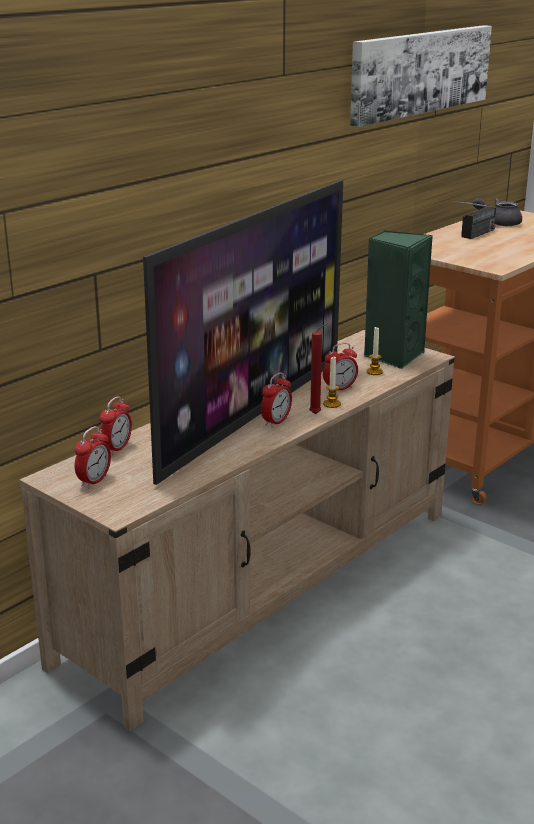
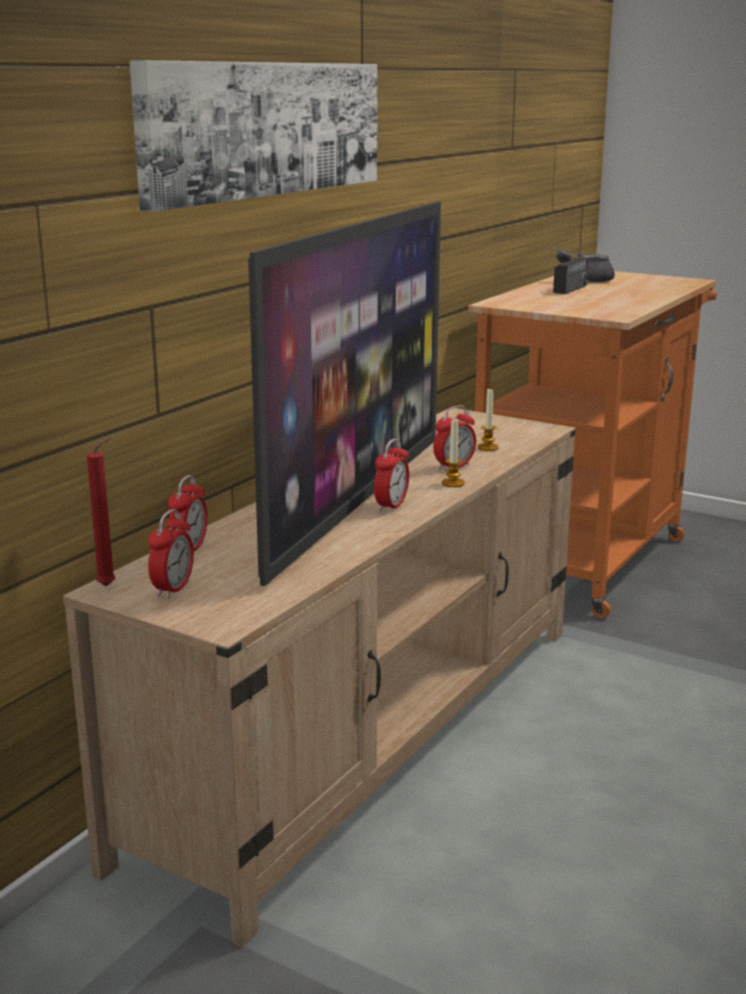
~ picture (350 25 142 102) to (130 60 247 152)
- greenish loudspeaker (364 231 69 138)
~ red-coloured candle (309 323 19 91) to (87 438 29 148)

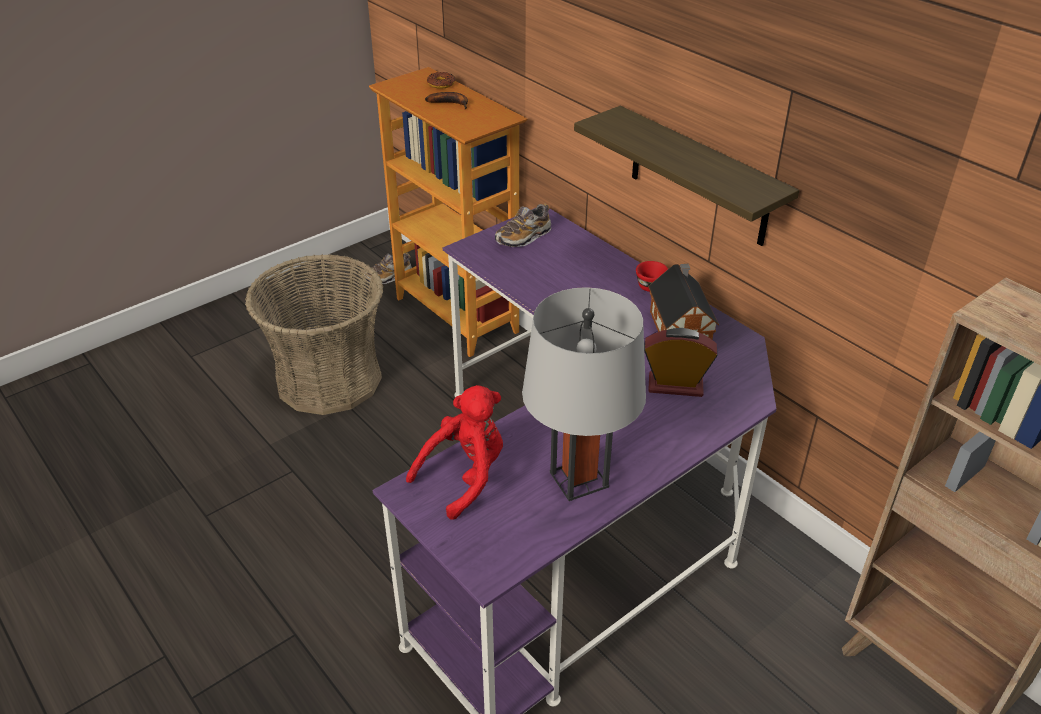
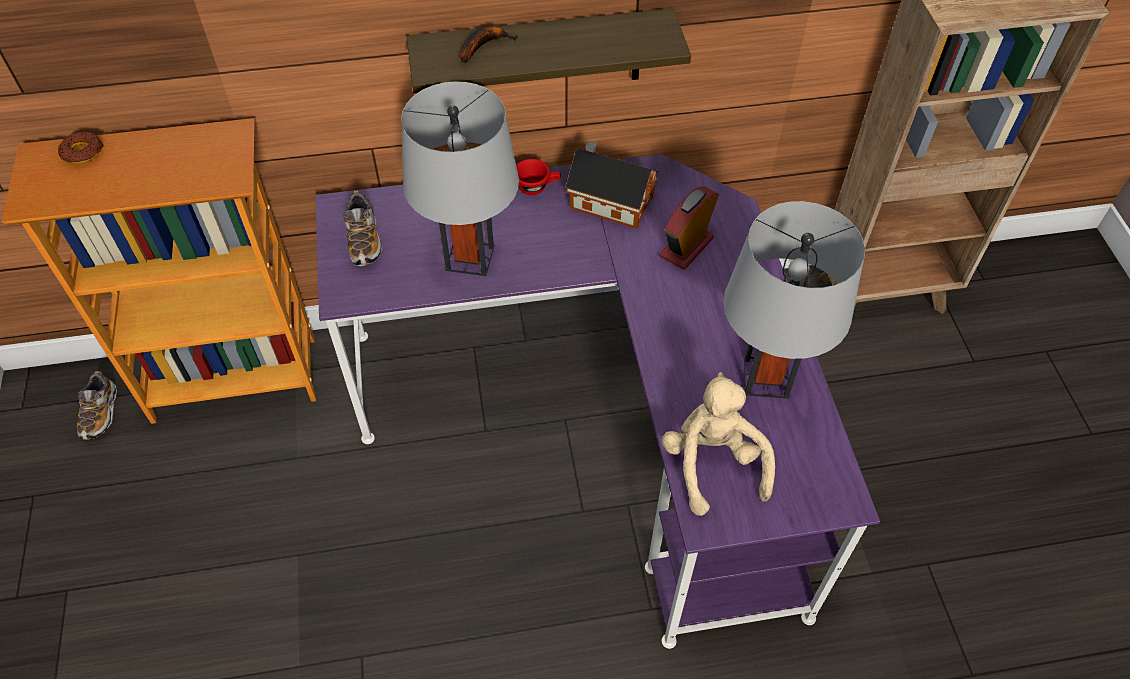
~ banana fruit (425 92 43 17) to (460 25 58 38)
- household basket (245 254 139 161)
~ red-coloured cuddly toy (406 385 97 135) to beige-coloured cuddly toy (662 372 113 144)
+ grey tabletop lamp (401 81 118 195)

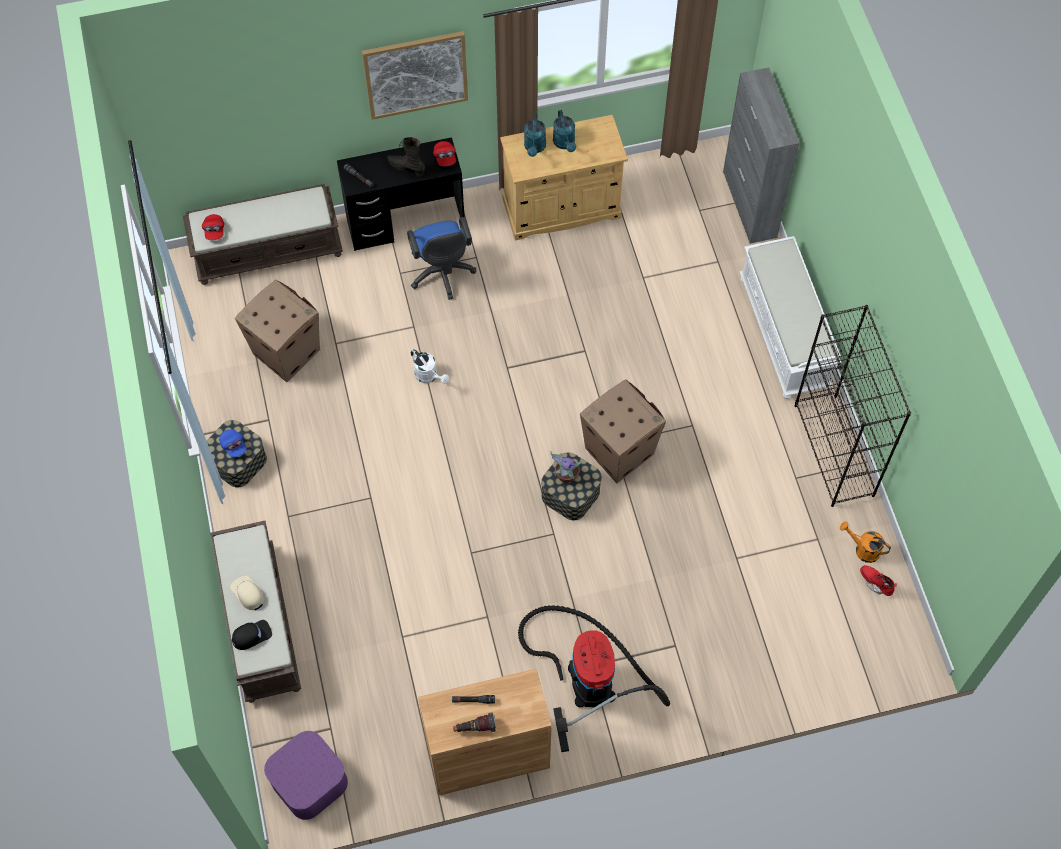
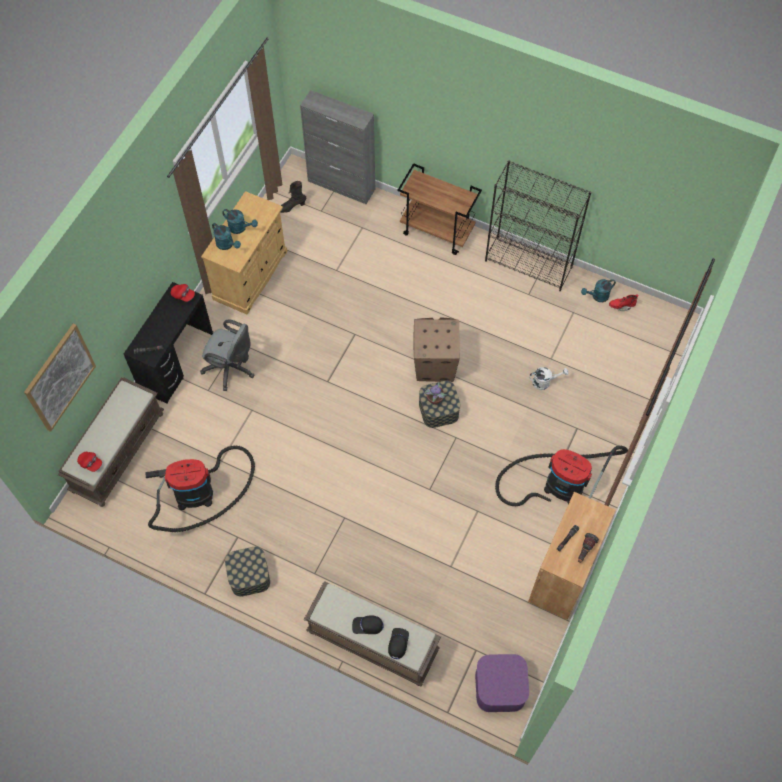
~ picture (362 31 106 89) to (24 324 72 108)
~ black-coloured boot (387 137 38 39) to (280 181 27 32)
~ blue-coloured desk chair (407 217 69 83) to grey desk chair (200 319 54 72)
~ whitish long seat (739 236 103 163) to brownish trolley (397 163 85 92)
~ cardboard box (235 280 85 102) to hoover (145 445 110 87)
~ whitish watering can (411 349 38 35) to (530 367 39 23)
- blue-coloured peaked cap (219 429 28 29)
~ orangey watering can (840 522 51 41) to turquoise-coloured watering can (581 279 35 23)
~ beige-coloured peaked cap (230 576 34 34) to black-coloured peaked cap (352 616 32 18)

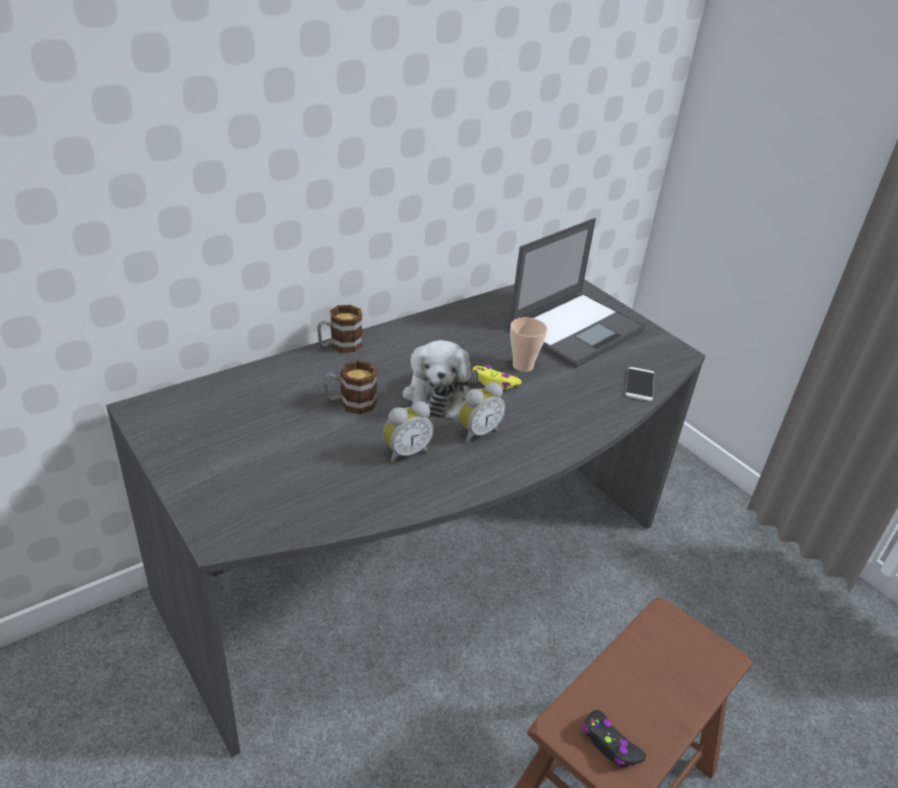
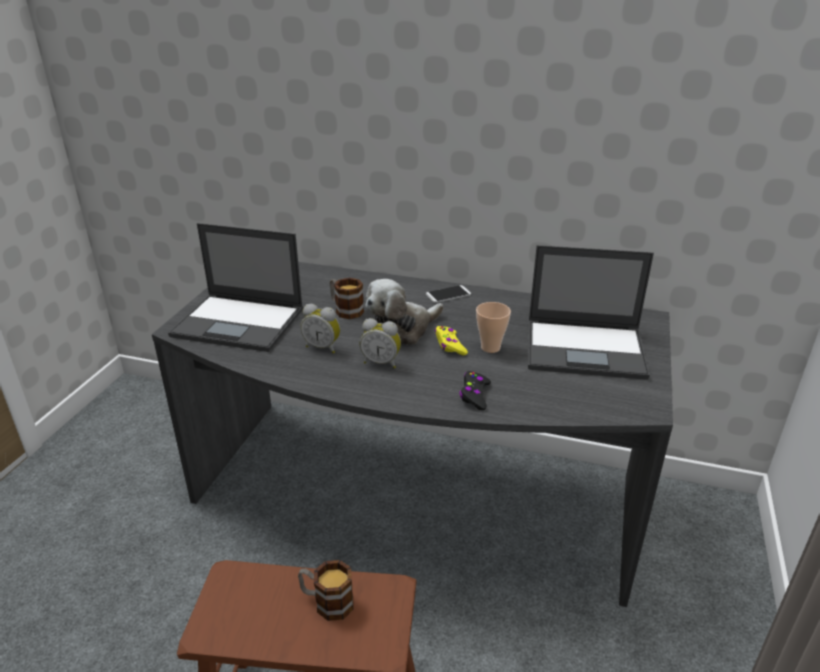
~ coffee mug (317 305 45 48) to (298 560 56 61)
~ phone (625 367 30 34) to (426 285 45 18)
~ black-coloured joypad (583 710 63 57) to (459 371 32 39)
+ portable computer (168 223 135 129)

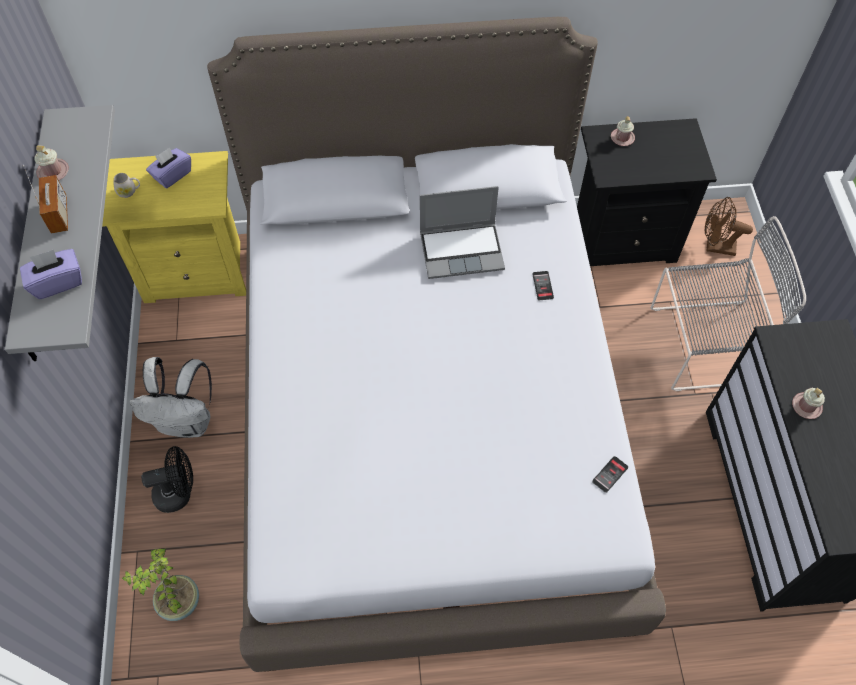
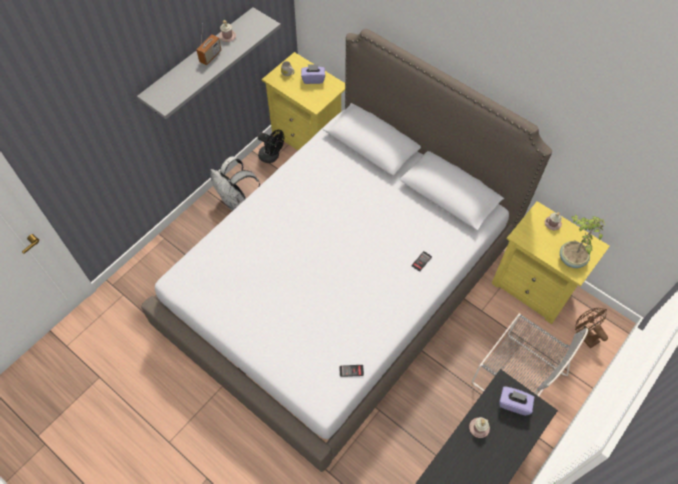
~ black-coloured nightstand (577 118 140 148) to yellowish nightstand (491 201 119 123)
- portable computer (420 186 85 93)
~ purplish tissue box (20 249 62 50) to (499 386 35 30)
~ black-coloured cooling fan (141 446 52 67) to (258 130 26 33)
~ houseplant (122 548 77 73) to (560 215 45 53)

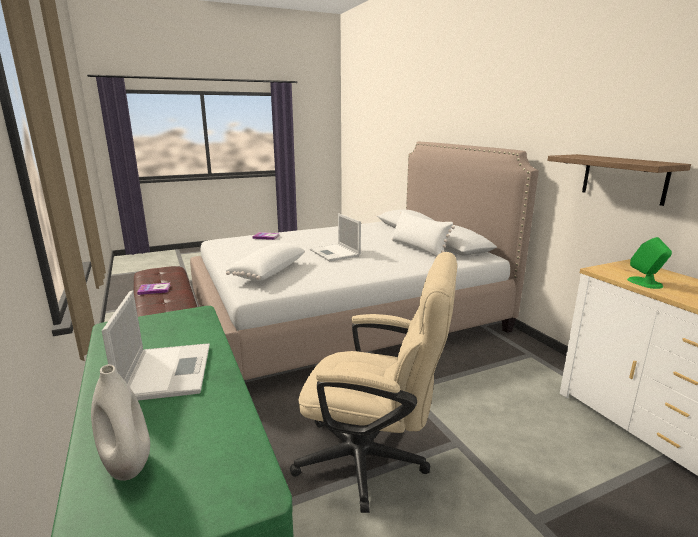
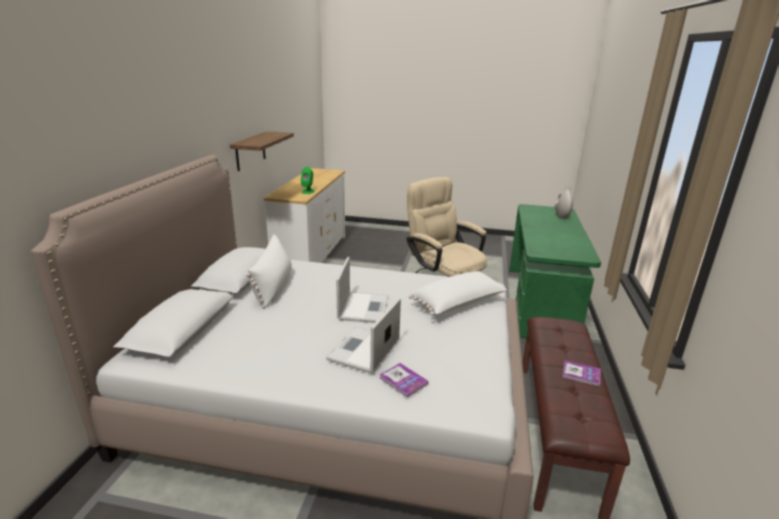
~ portable computer (102 290 108 111) to (326 297 75 76)

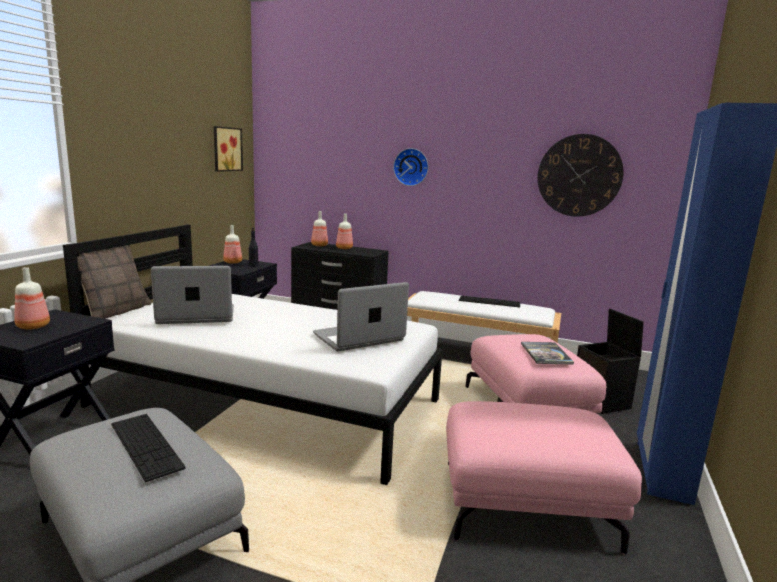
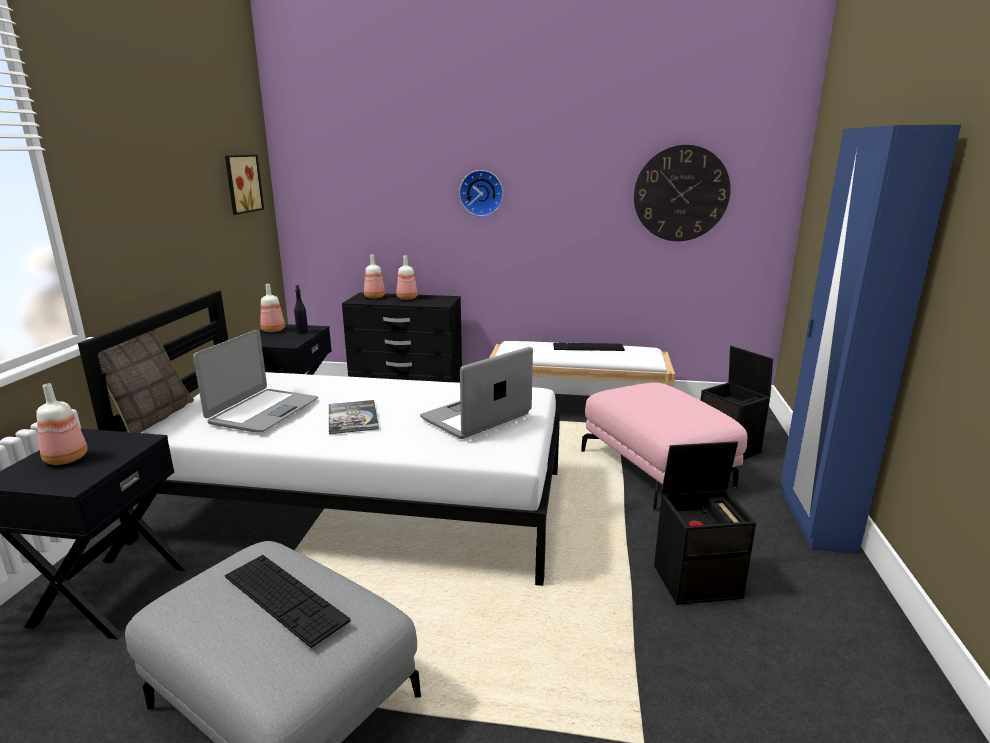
~ portable computer (151 266 83 58) = (193 330 125 102) 135 degrees clockwise
~ book (521 342 53 23) to (329 400 50 34)
~ pinkish ottoman (446 401 196 154) to black-coloured storage container (654 441 102 164)

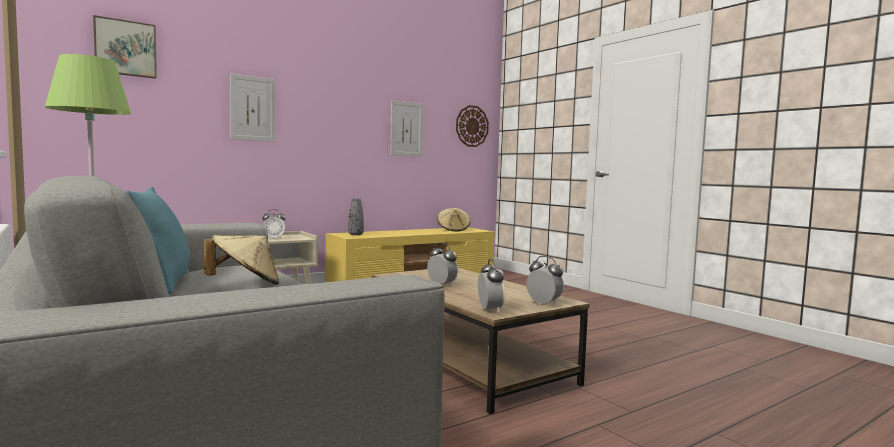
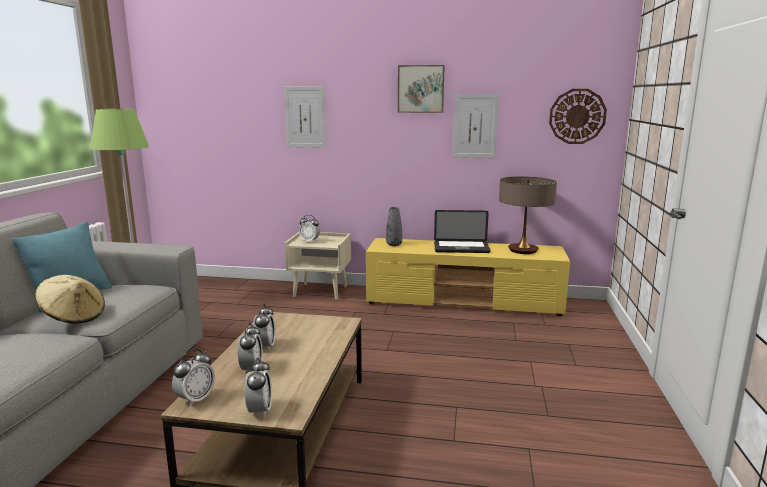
~ picture (93 15 64 63) to (398 65 47 48)
~ beige-coloured hat (437 208 34 24) to tabletop lamp (499 177 58 77)
+ portable computer (434 210 56 43)
+ bedside clock (238 323 25 47)

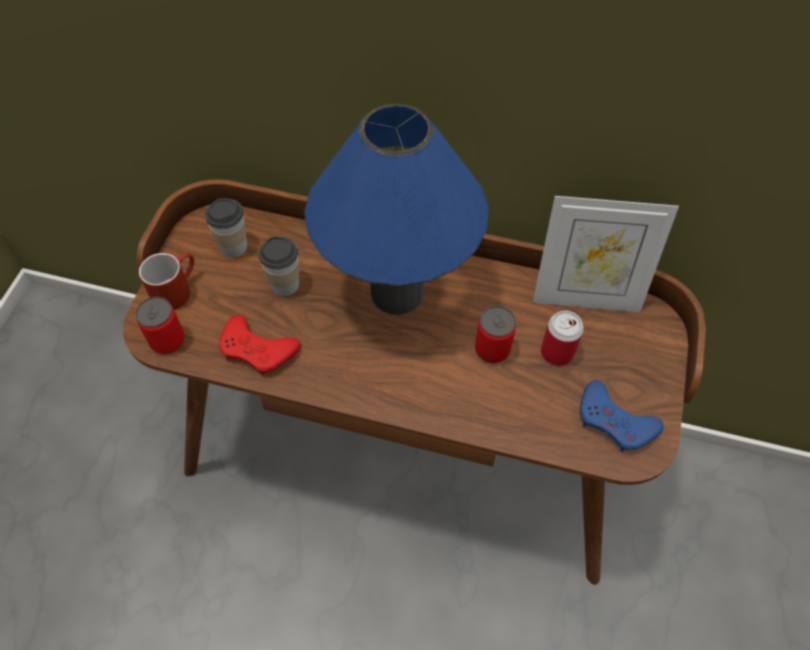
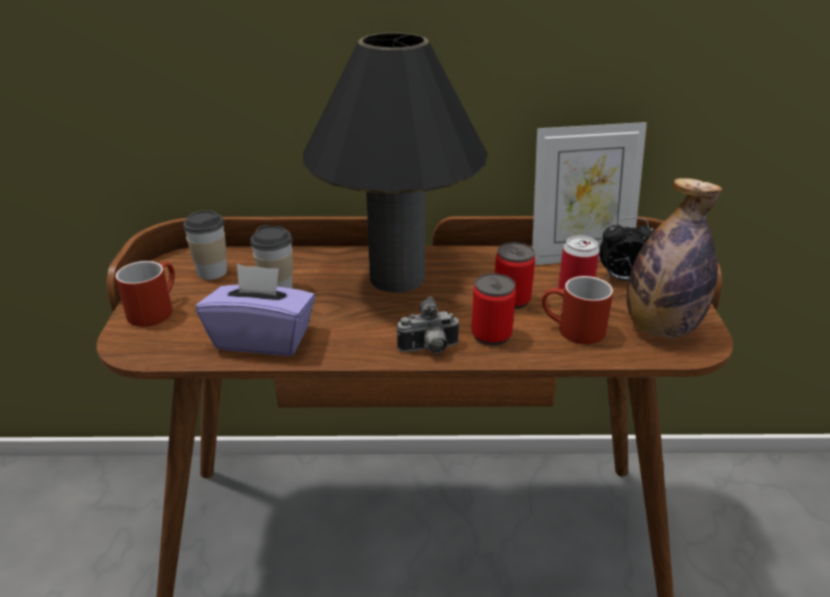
~ blue-coloured tabletop lamp (304 104 185 211) to black-coloured tabletop lamp (303 33 185 260)
~ sealed can (135 297 50 57) to (471 273 45 72)
~ red-coloured joypad (219 315 82 61) to purplish tissue box (196 264 119 92)
~ blue-coloured joypad (580 380 84 72) to bottle (627 178 96 160)
+ bedside clock (599 217 55 64)
+ red-coloured coffee mug (542 276 71 68)
+ photo camera (397 297 63 56)

